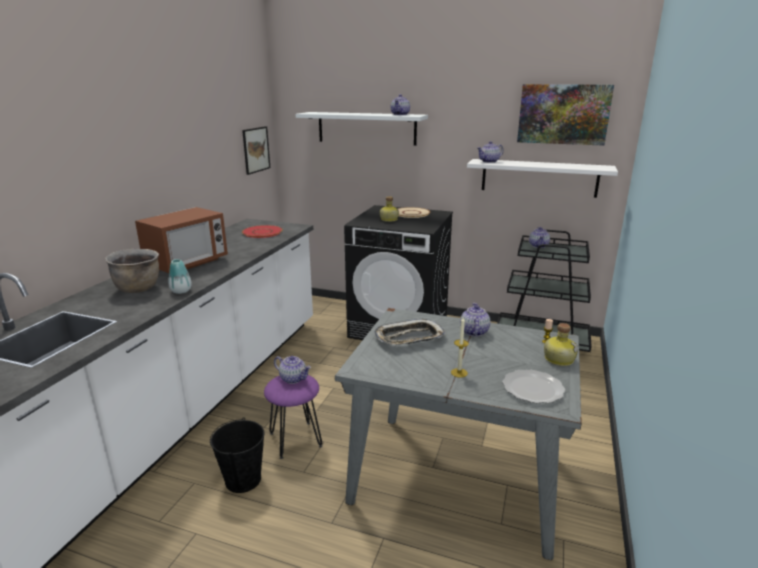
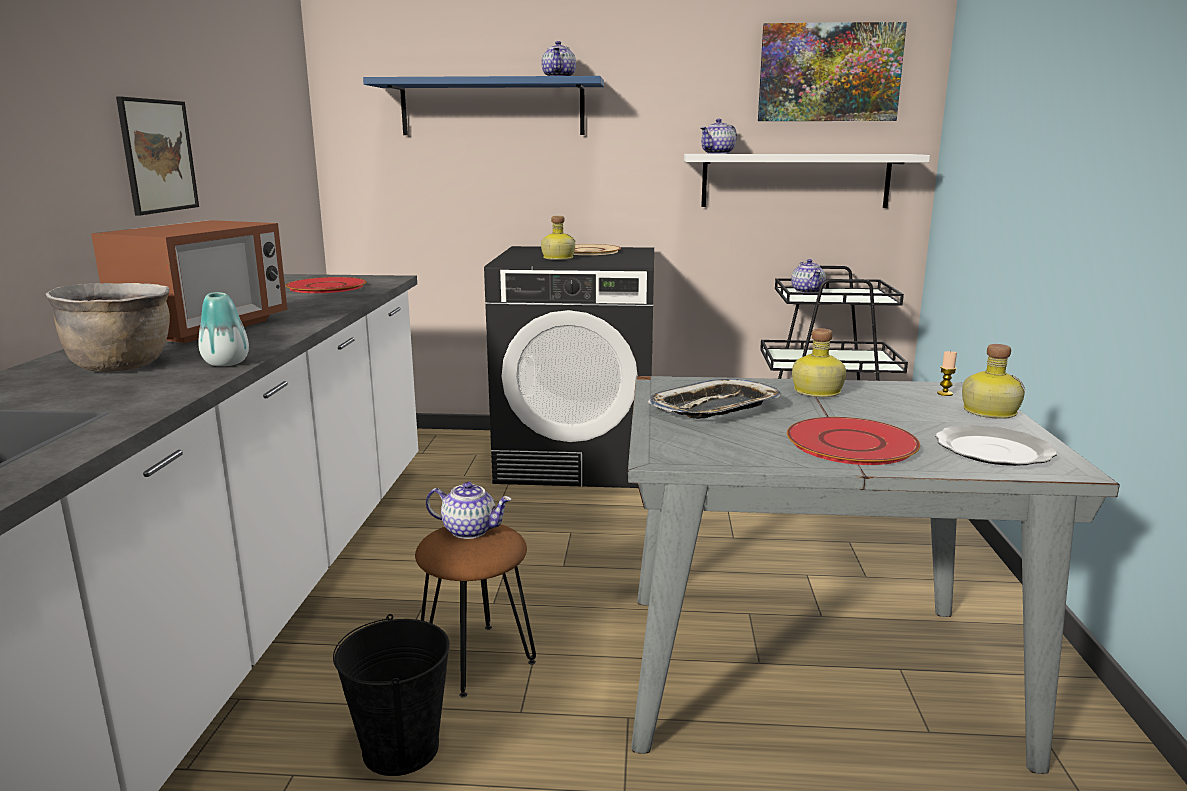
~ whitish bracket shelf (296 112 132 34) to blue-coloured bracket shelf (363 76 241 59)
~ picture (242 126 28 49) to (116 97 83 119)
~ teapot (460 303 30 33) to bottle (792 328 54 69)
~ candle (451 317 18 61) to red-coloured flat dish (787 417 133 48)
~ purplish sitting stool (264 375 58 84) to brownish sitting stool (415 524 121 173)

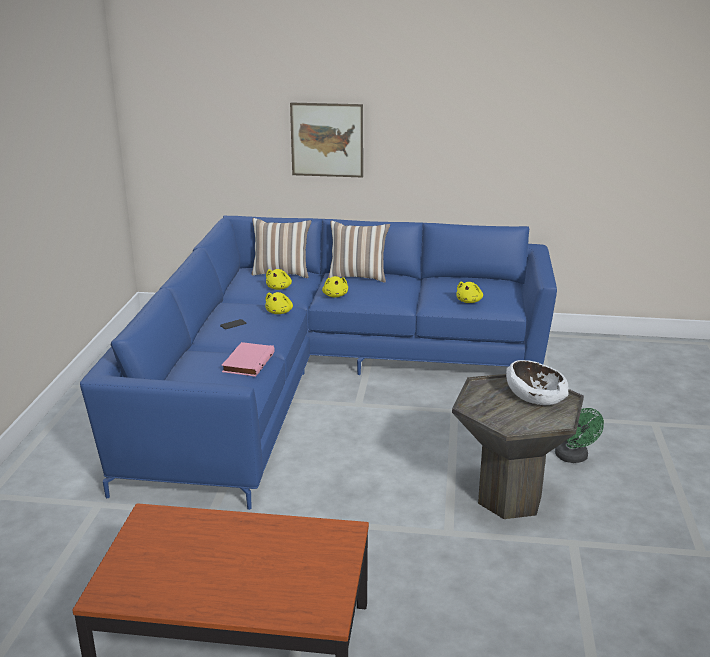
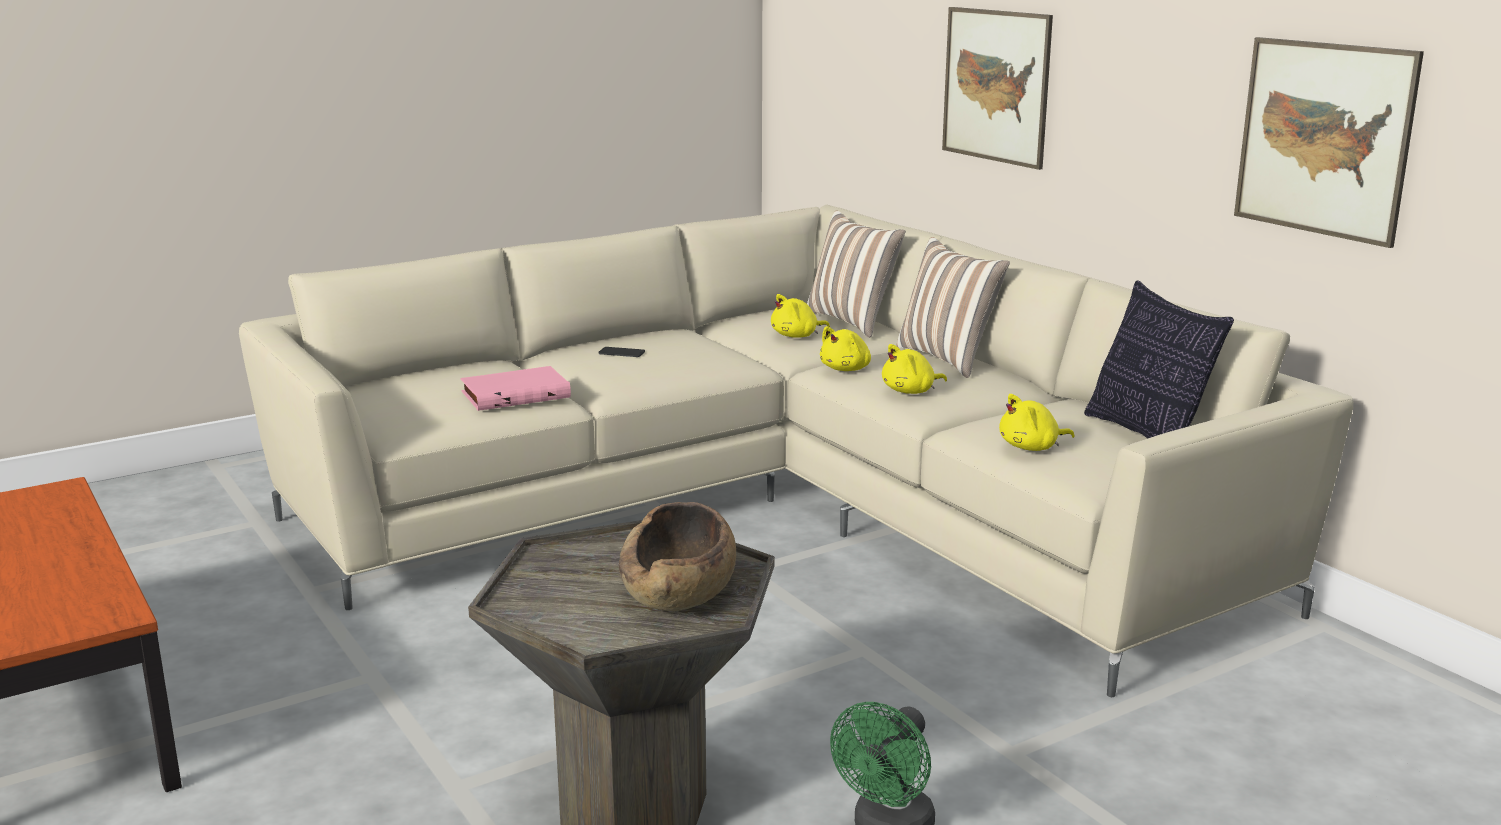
~ blue-coloured couch (80 215 477 295) to beige-coloured couch (239 204 1114 493)
~ yellowish cuddly toy (265 292 28 22) to (882 344 65 50)
~ whitish bowl (506 360 63 45) to brownish bowl (619 502 117 109)
+ picture (1234 37 190 211)
+ pillow (1084 280 150 159)

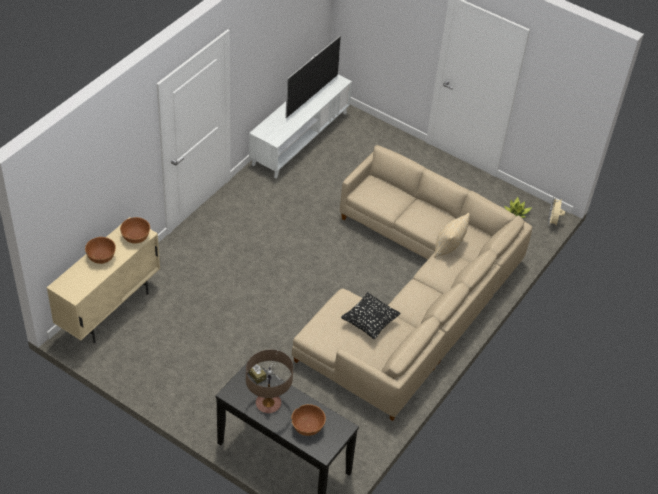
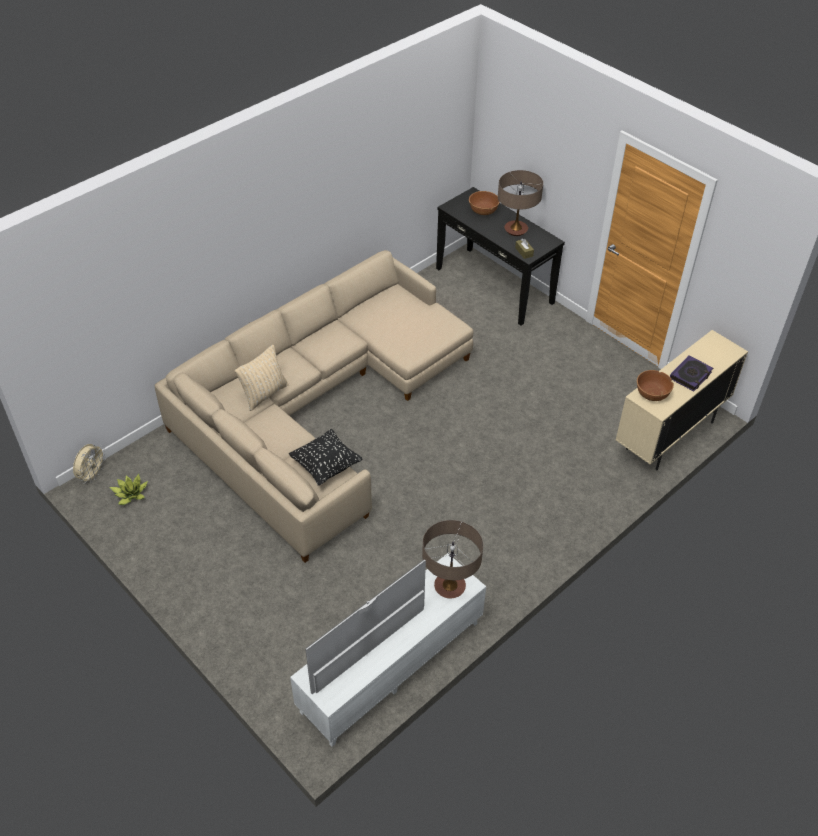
~ brownish bowl (85 237 31 27) to book (670 355 43 36)
~ black-coloured pillow (341 292 60 47) to (289 429 74 57)
+ tabletop lamp (422 520 61 78)

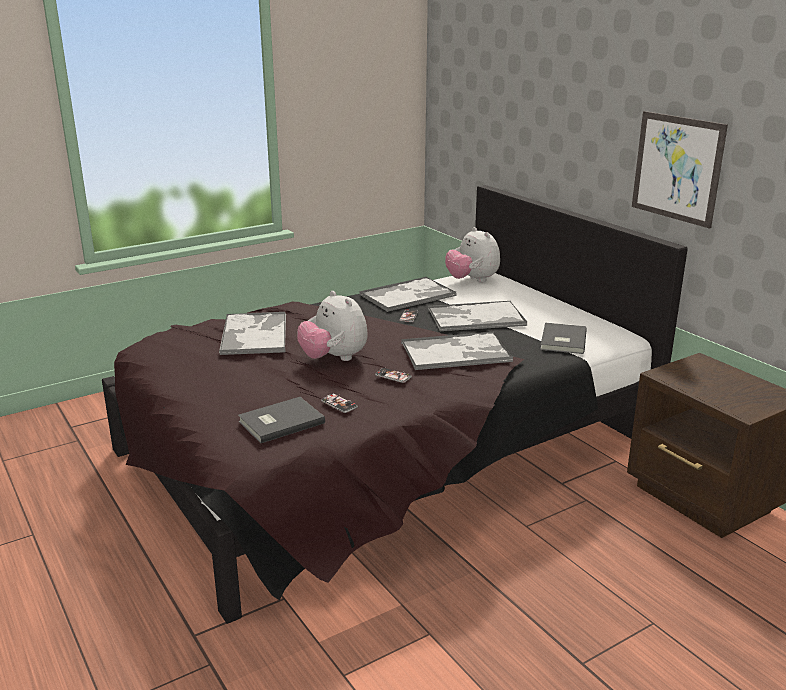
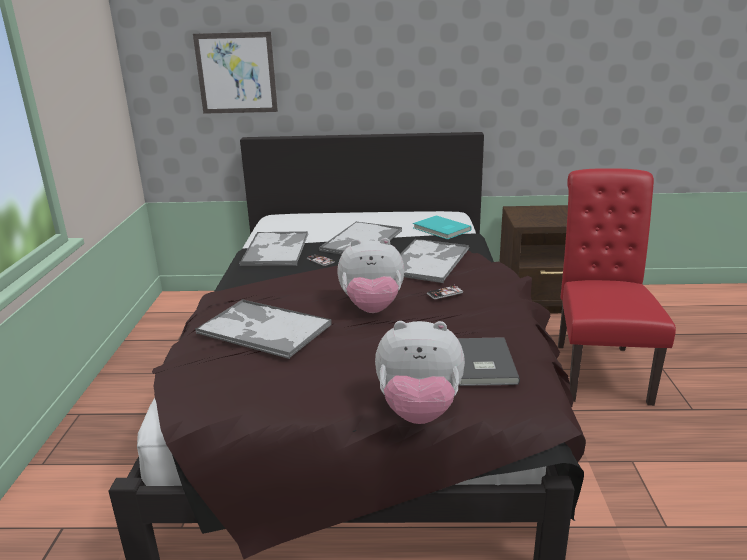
~ picture (632 111 96 118) to (193 32 85 82)
~ cuddly toy (445 227 55 56) to (375 321 90 103)
~ grey book (540 323 47 31) to turquoise-coloured book (413 216 58 24)
- phone (321 393 37 20)
+ red-coloured plain chair (558 168 118 238)

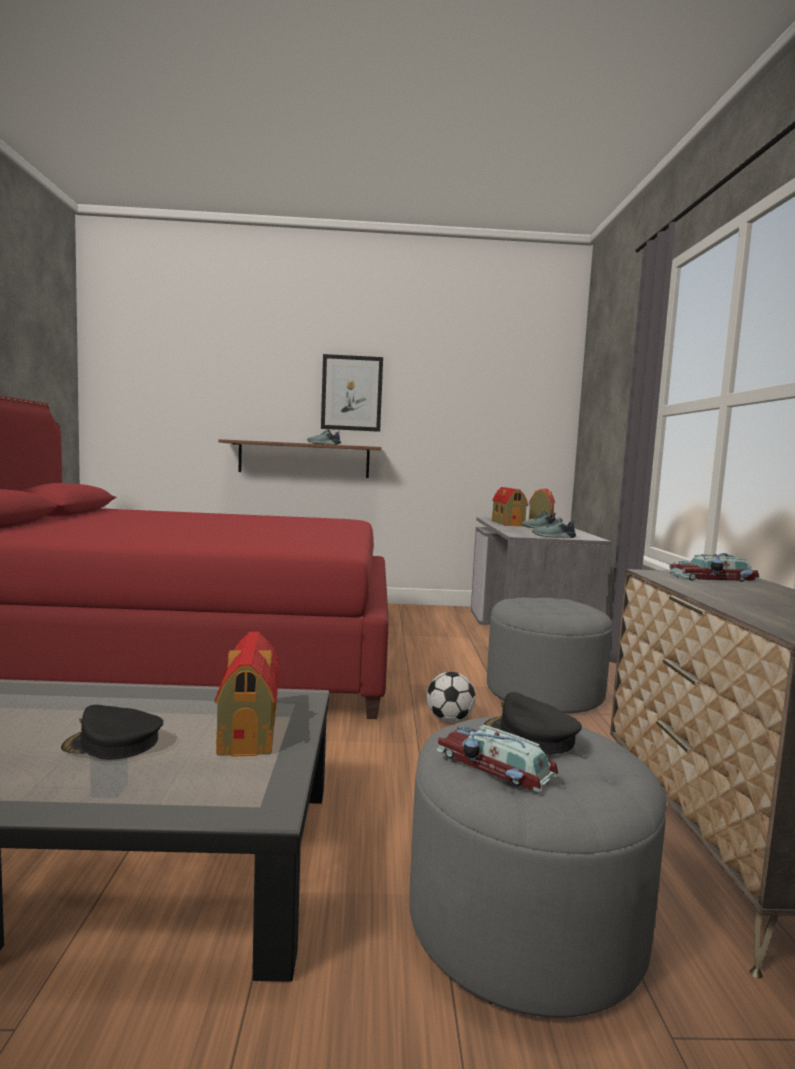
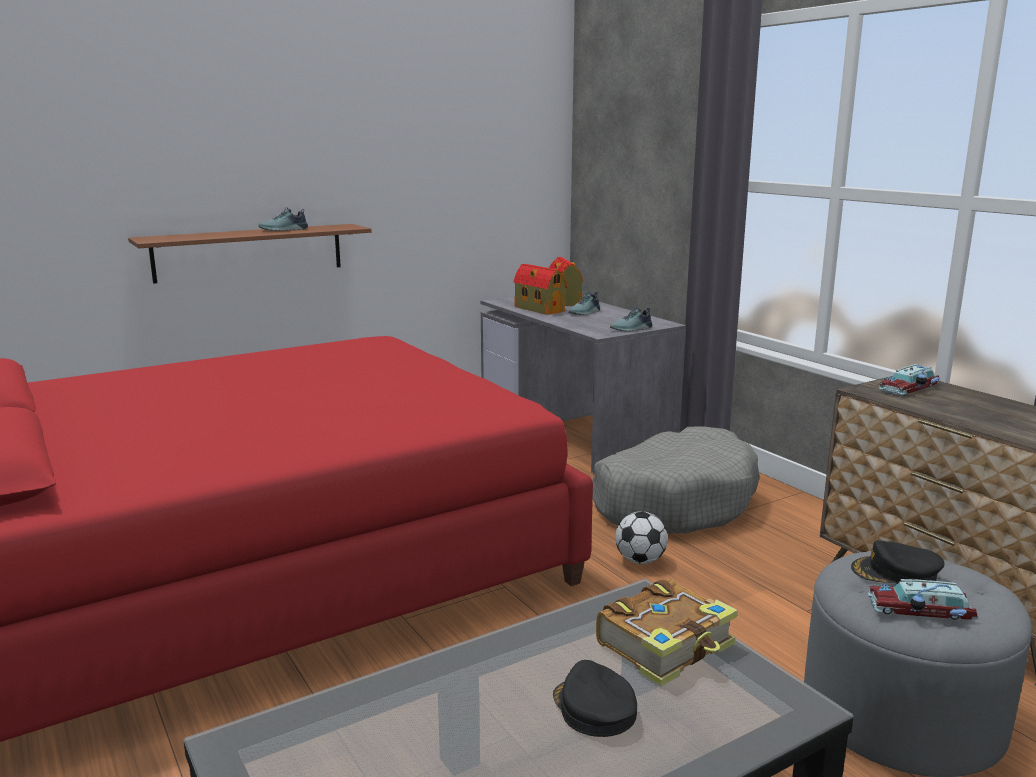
- picture (321 354 62 78)
~ grey ottoman (487 598 125 115) to grey dog cushion (592 426 168 107)
~ model house (214 632 66 125) to book (596 579 142 108)
~ black-coloured peaked cap (61 705 102 55) = (553 660 84 77) 90 degrees clockwise

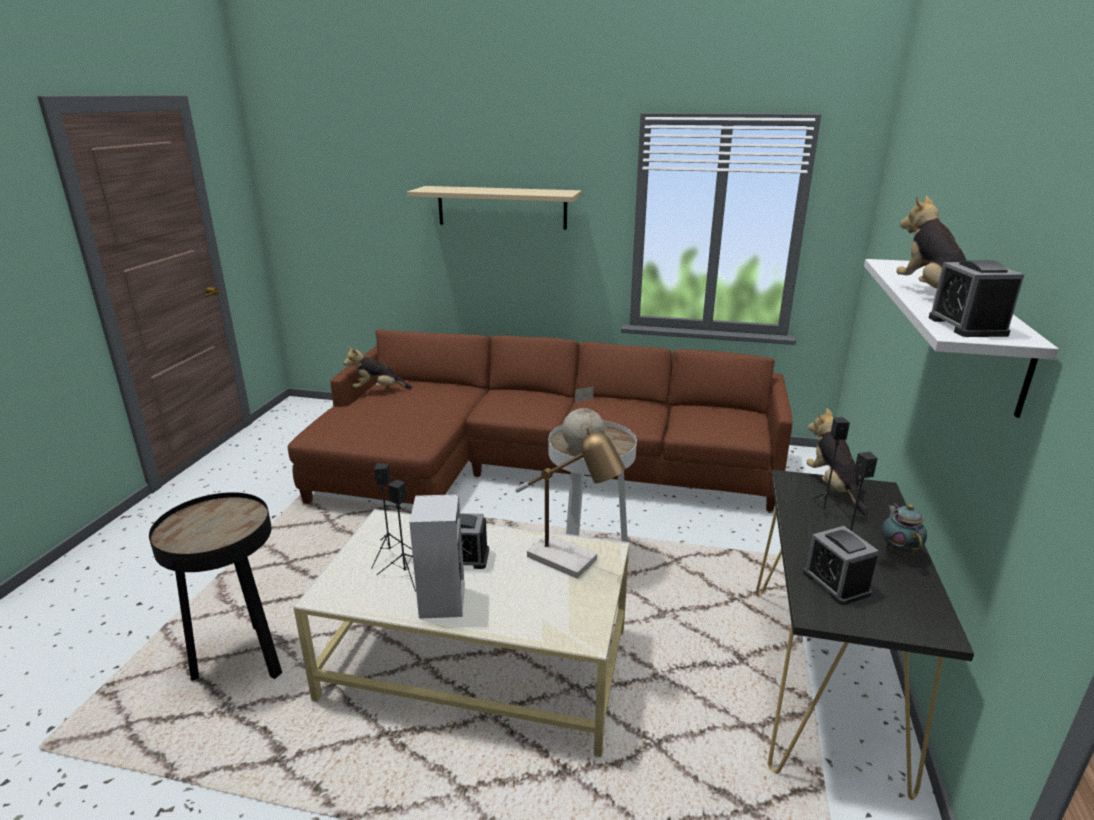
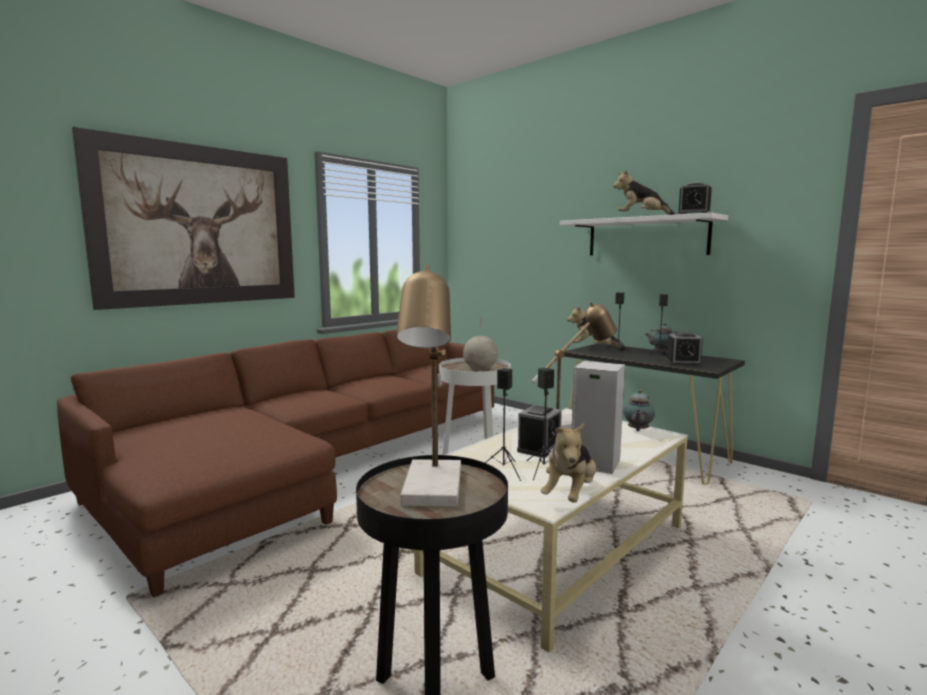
~ beige-coloured bracket shelf (407 186 175 44) to picture (72 127 223 183)
~ cuddly toy (344 347 68 41) to (541 423 55 80)
+ tabletop lamp (396 265 65 242)
+ teapot (624 389 31 42)

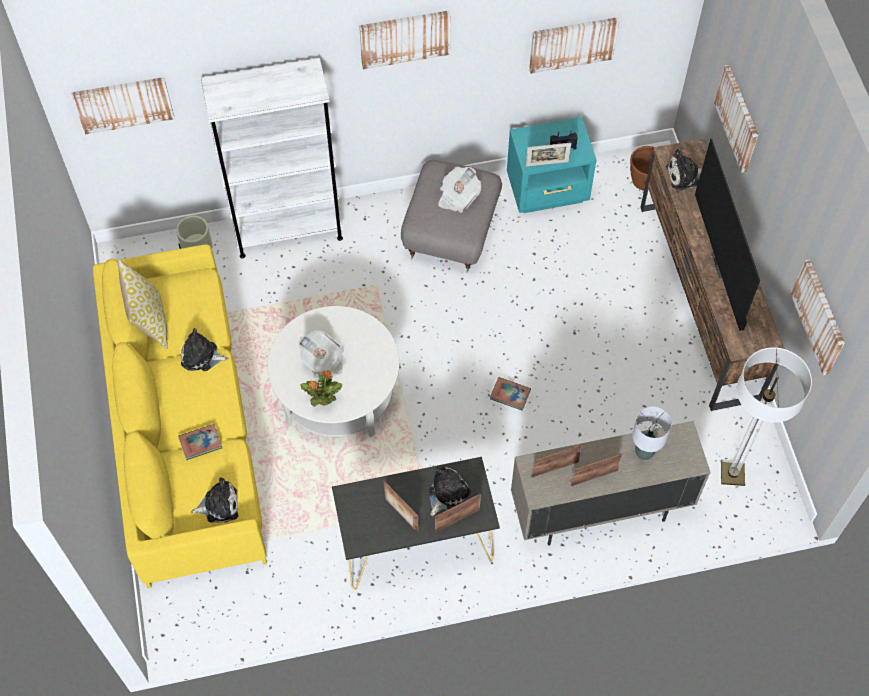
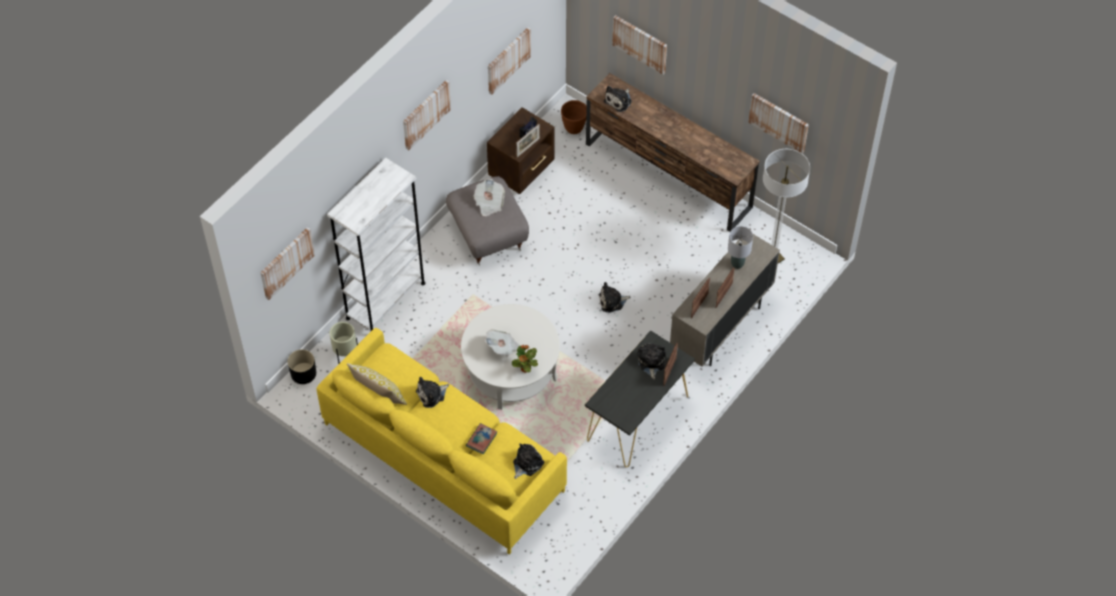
~ turquoise-coloured nightstand (507 117 90 96) to brownish nightstand (487 107 67 87)
- TV (695 139 65 192)
~ book (490 377 41 34) to cuddly toy (599 282 32 31)
- standing frame (383 481 36 50)
+ black-coloured plant pot (288 349 28 35)

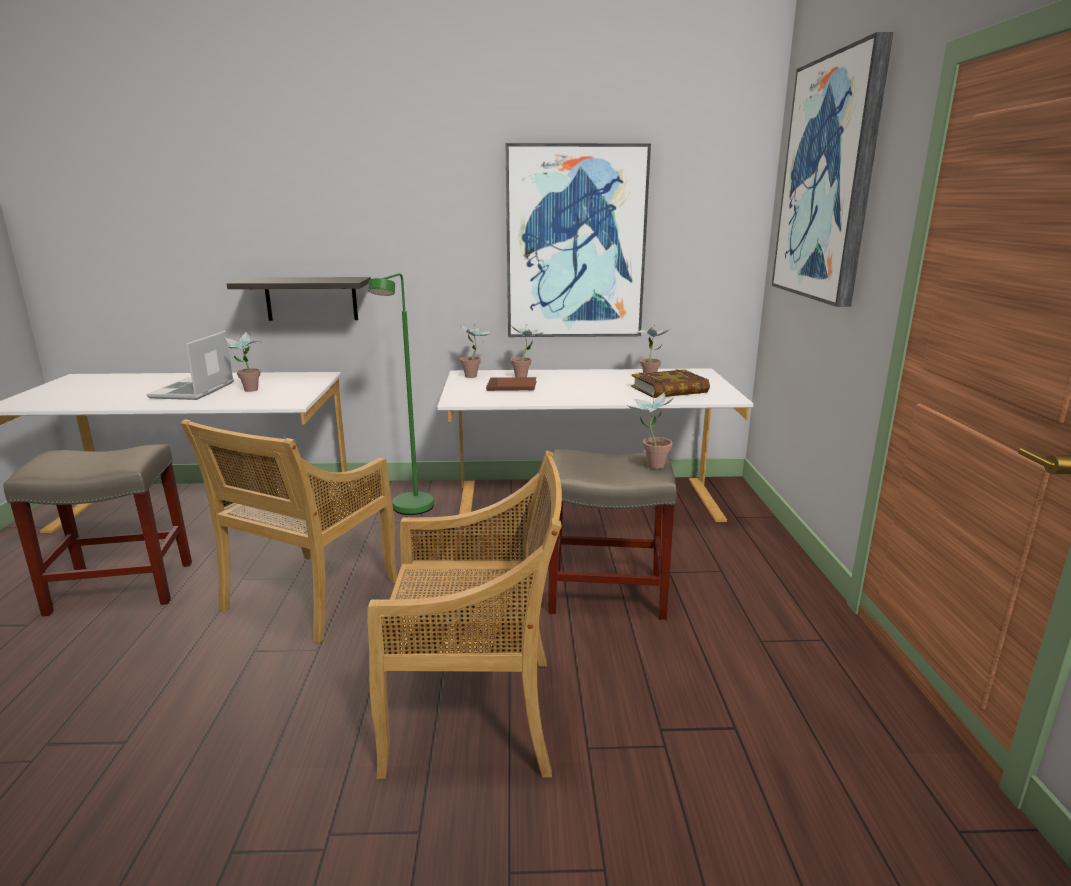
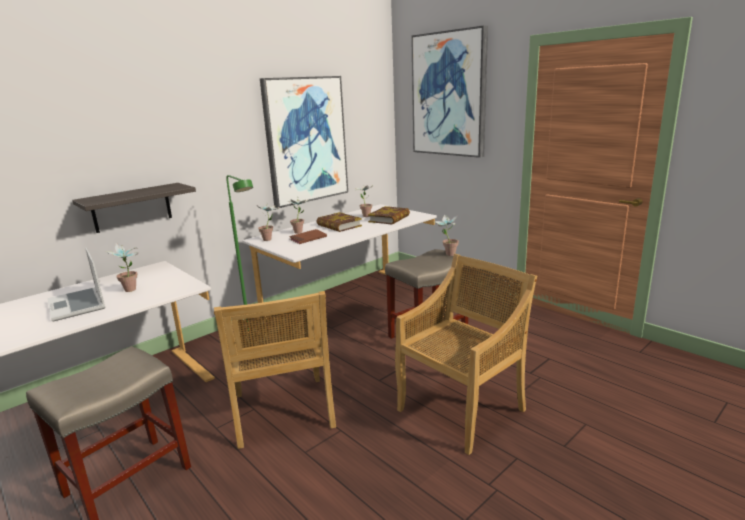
+ book (316 212 46 20)

